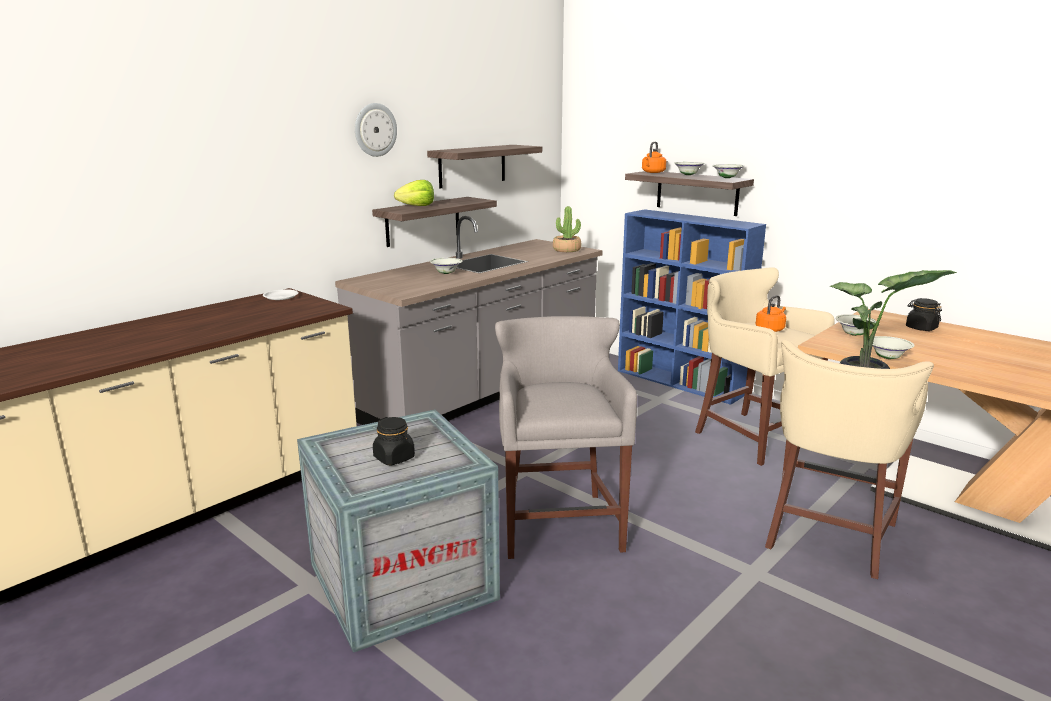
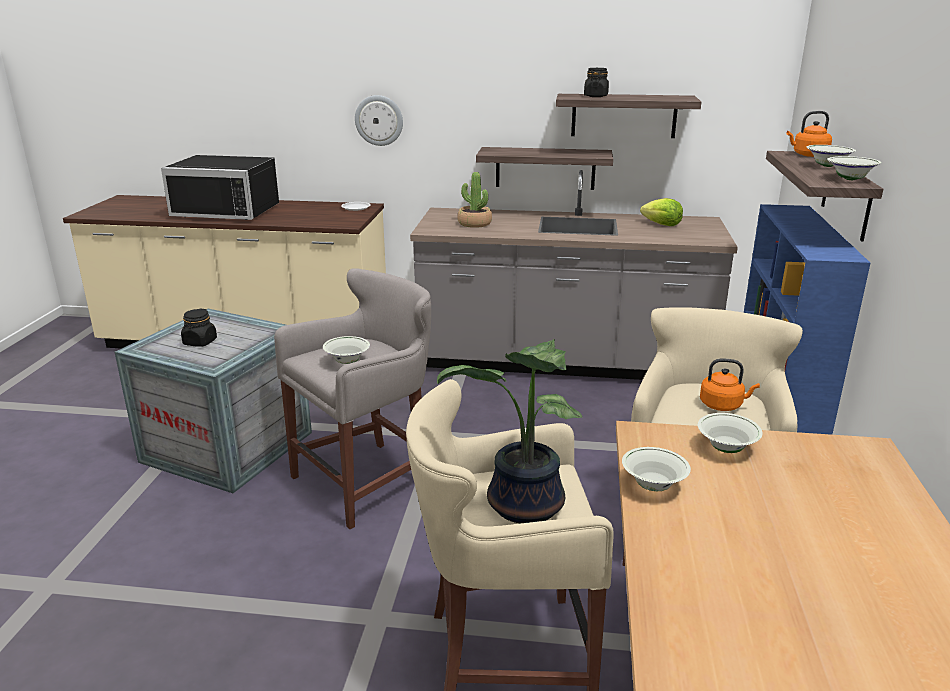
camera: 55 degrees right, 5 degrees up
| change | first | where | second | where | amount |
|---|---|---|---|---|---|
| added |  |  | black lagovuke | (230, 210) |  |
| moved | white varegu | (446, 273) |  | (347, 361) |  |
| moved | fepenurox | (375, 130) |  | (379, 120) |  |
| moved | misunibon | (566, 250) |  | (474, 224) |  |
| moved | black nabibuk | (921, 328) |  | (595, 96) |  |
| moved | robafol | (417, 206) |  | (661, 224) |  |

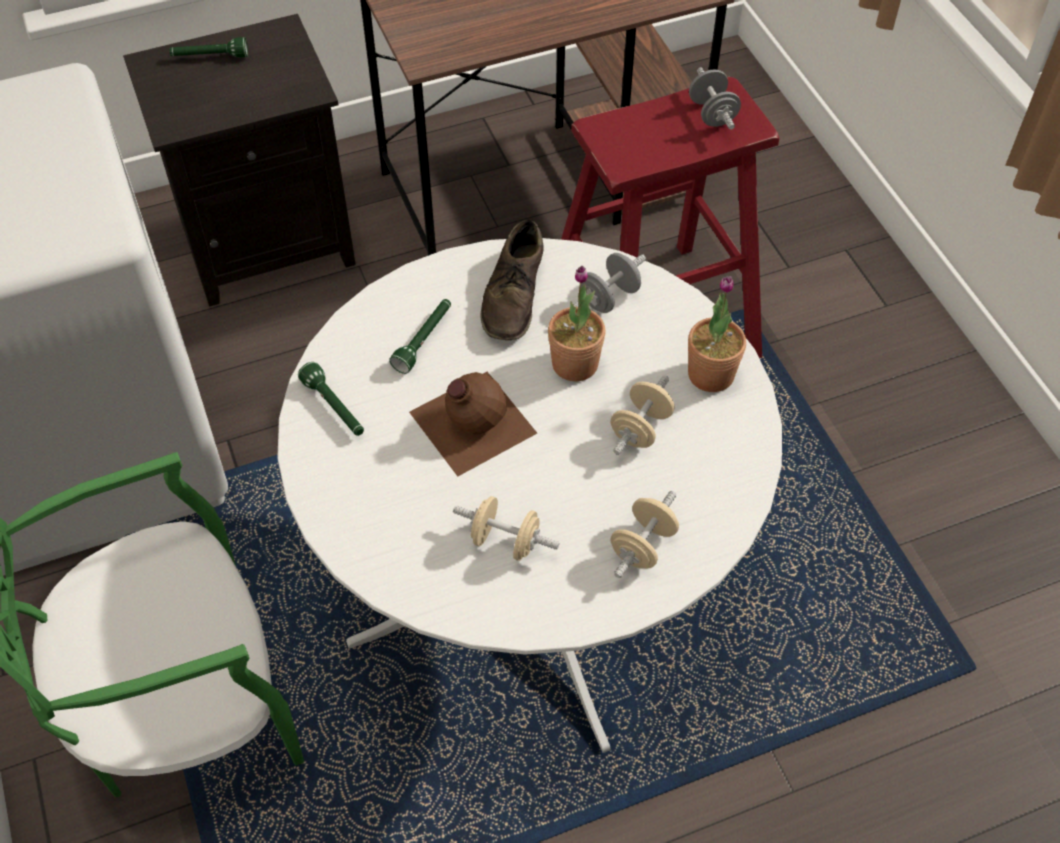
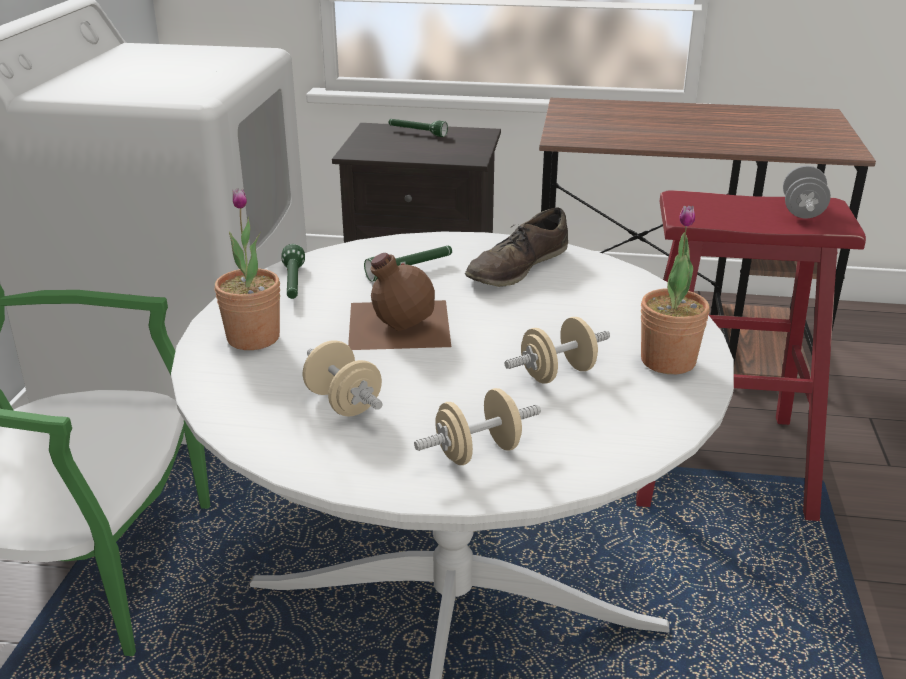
camera: 30 degrees right, 25 degrees down
| change | first | where | second | where | amount |
|---|---|---|---|---|---|
| moved | misunibon | (575, 364) |  | (253, 338) |  |
| removed | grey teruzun | (609, 297) |  |  |  |

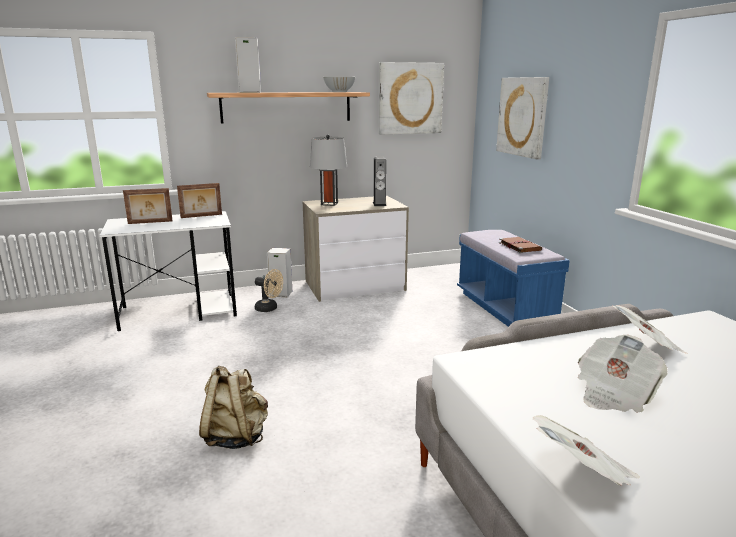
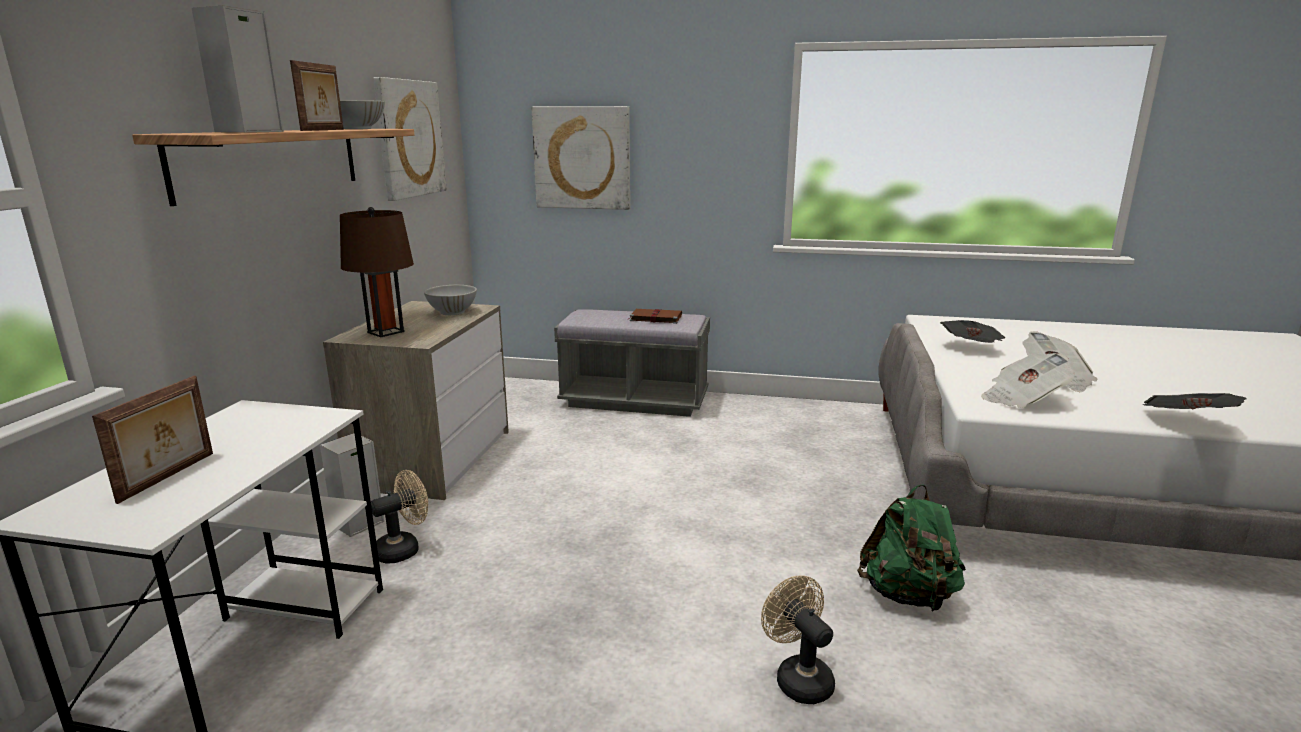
camera: 60 degrees left, 0 degrees up
| change | first | where | second | where | amount |
|---|---|---|---|---|---|
| moved | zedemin | (201, 216) |  | (324, 130) |  |
| recoloured | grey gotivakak | (329, 204) | brown gotivakak | (386, 332) |  |
| replaced | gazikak | (379, 204) | white varegu | (452, 312) |  |
| recoloured | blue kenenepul | (505, 307) | grey kenenepul | (634, 401) |  |
| replaced | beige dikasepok | (236, 437) | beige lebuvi | (798, 677) |  |
| added |  |  | green dikasepok | (908, 595) |  |
| added |  |  | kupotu | (1022, 399) |  |

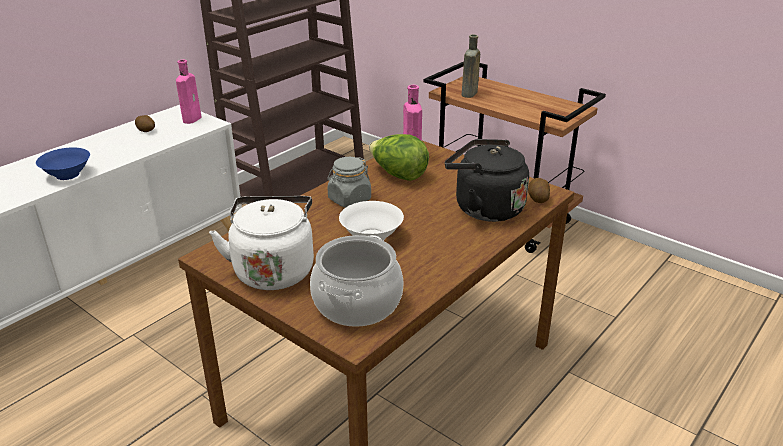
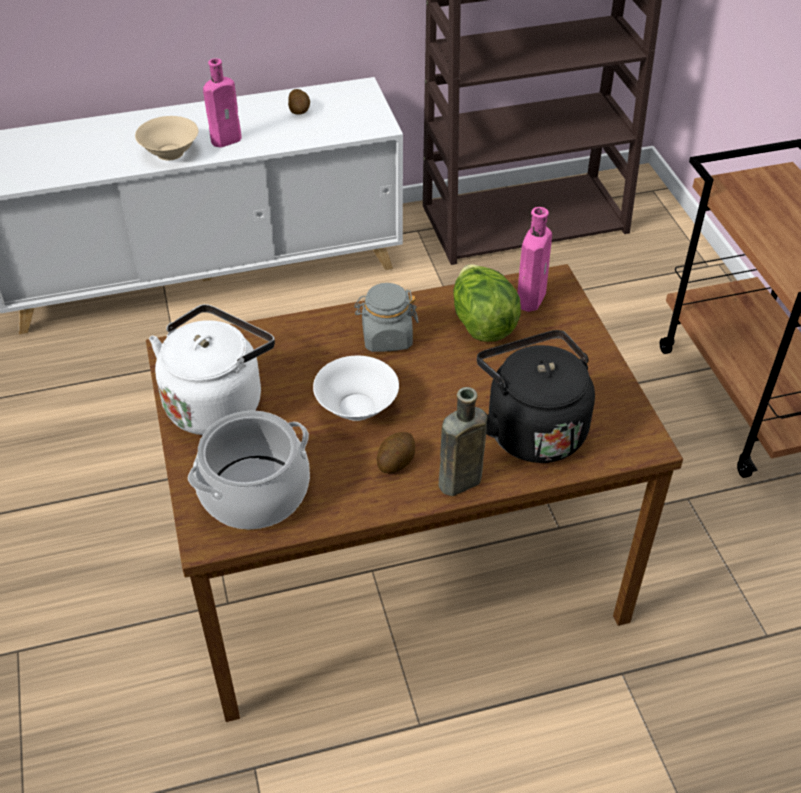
camera: 35 degrees right, 15 degrees up
| change | first | where | second | where | amount |
|---|---|---|---|---|---|
| recoloured | blue varegu | (67, 175) | beige varegu | (169, 152) |  |
| moved | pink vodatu | (193, 119) |  | (228, 139) |  |
| moved | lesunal | (538, 198) |  | (396, 461) |  |
| moved | brown vodatu | (469, 94) |  | (457, 483) |  |

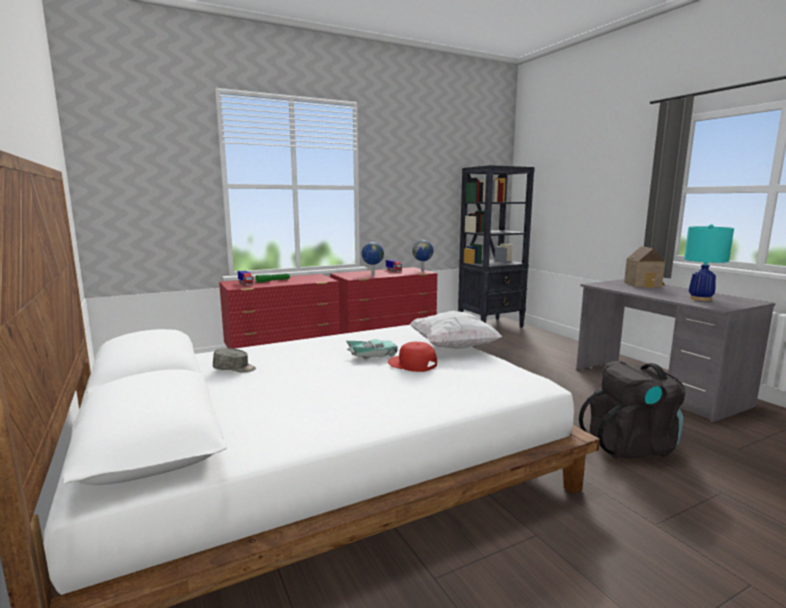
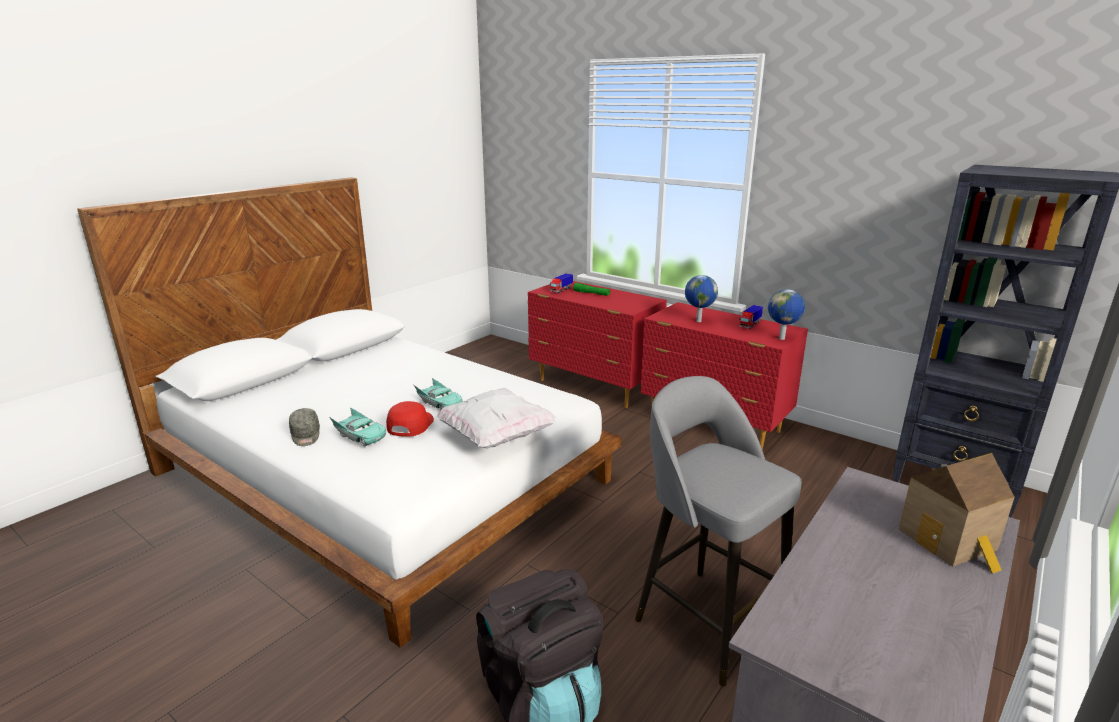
camera: 65 degrees right, 10 degrees up
| change | first | where | second | where | amount |
|---|---|---|---|---|---|
| moved | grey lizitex | (234, 369) |  | (305, 435) |  |
| added |  |  | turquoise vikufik | (360, 435) |  |
| added |  |  | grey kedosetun | (706, 620) |  |
| removed | turquoise gotivakak | (700, 299) |  |  |  |

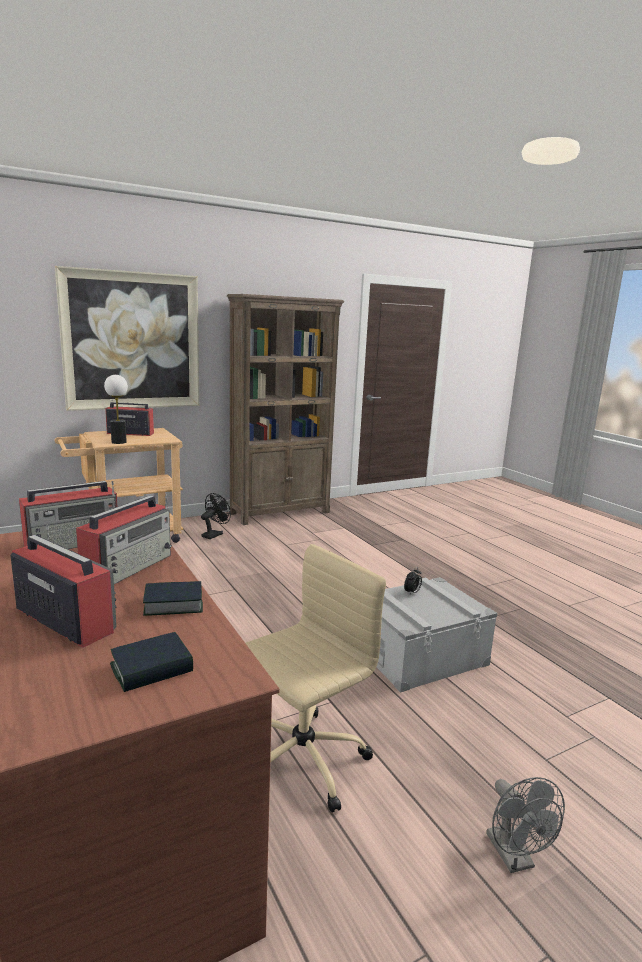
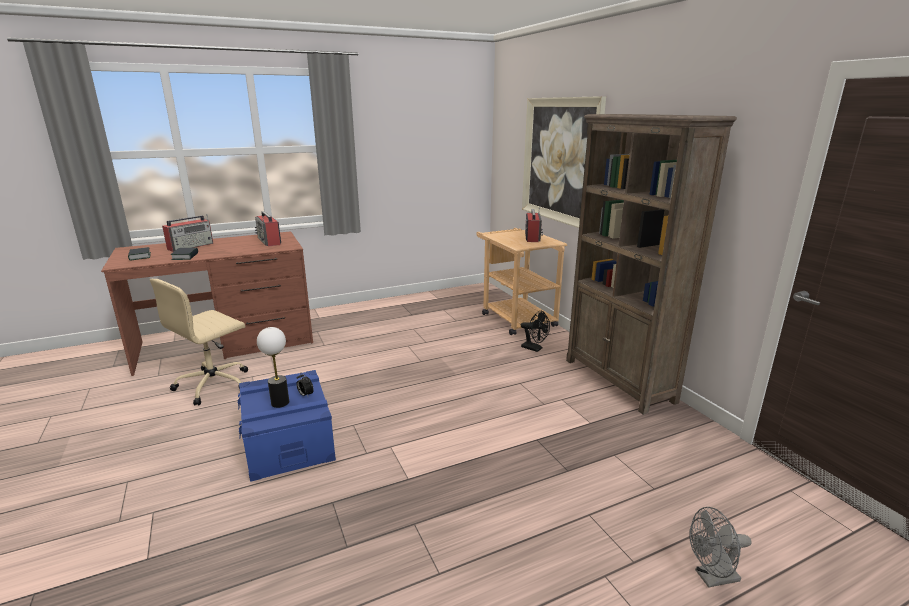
camera: 95 degrees right, 5 degrees up
| change | first | where | second | where | amount |
|---|---|---|---|---|---|
| turned | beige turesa | (300, 759) |  | (215, 384) | 75 degrees clockwise |
| recoloured | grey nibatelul | (419, 654) | blue nibatelul | (289, 441) |  |
| moved | gotivakak | (119, 442) |  | (280, 403) |  |
| moved | grey lebuvi | (514, 858) |  | (711, 578) |  |
| removed | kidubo | (129, 567) |  |  |  |

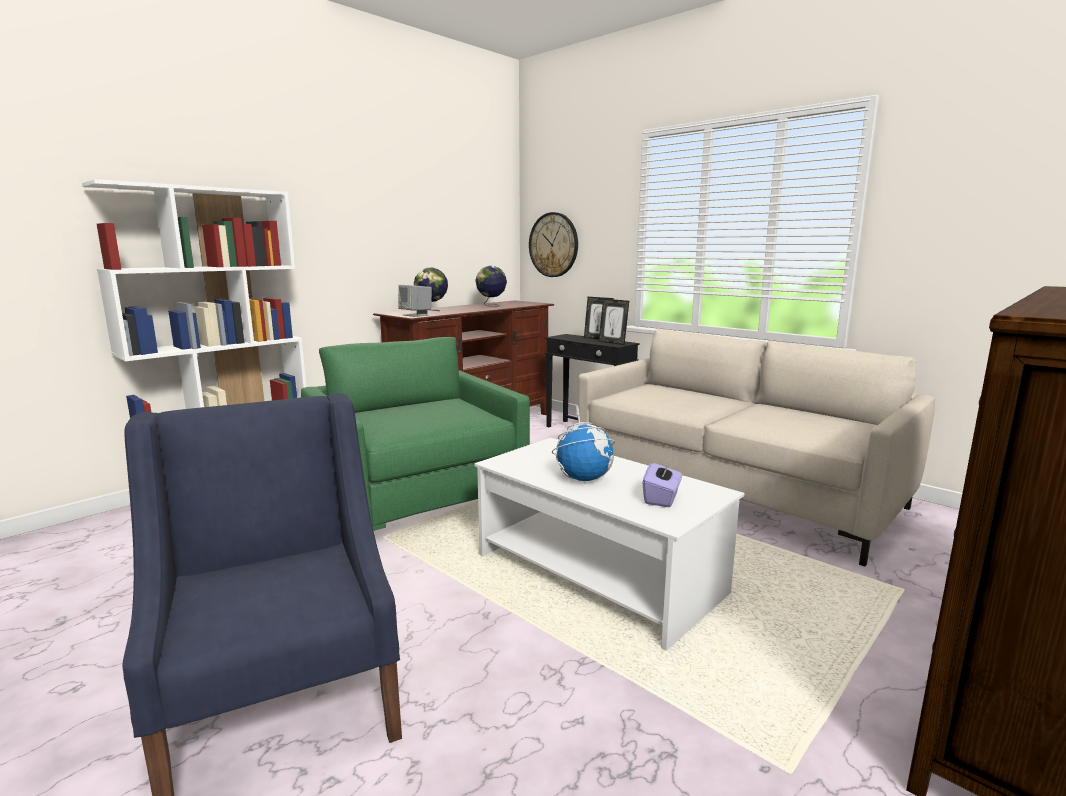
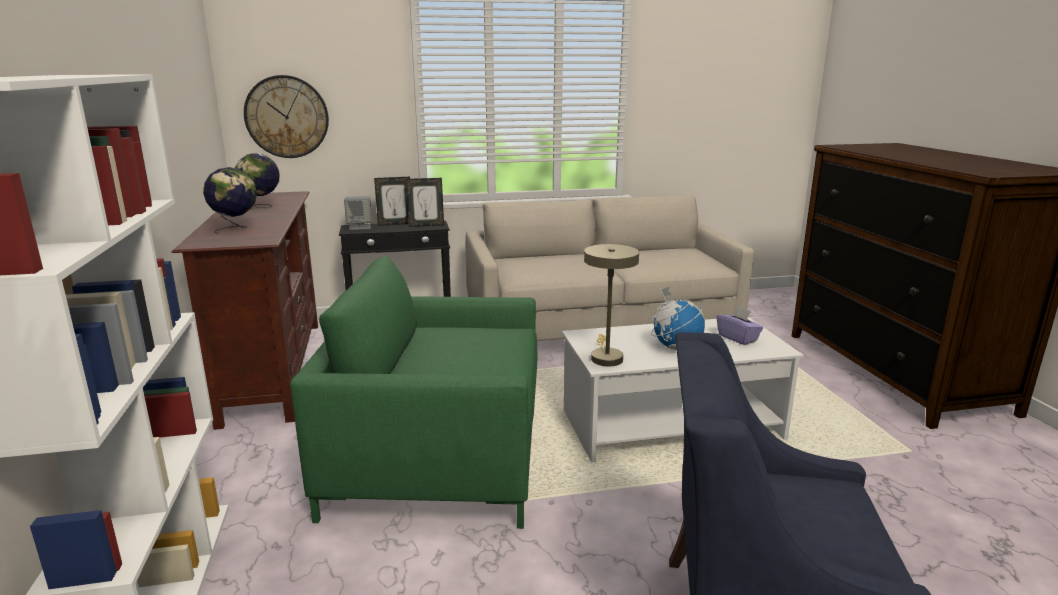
camera: 55 degrees left, 5 degrees up
| change | first | where | second | where | amount |
|---|---|---|---|---|---|
| moved | grey gazikak | (416, 315) |  | (360, 227) |  |
| added |  |  | beige gotivakak | (605, 357) |  |

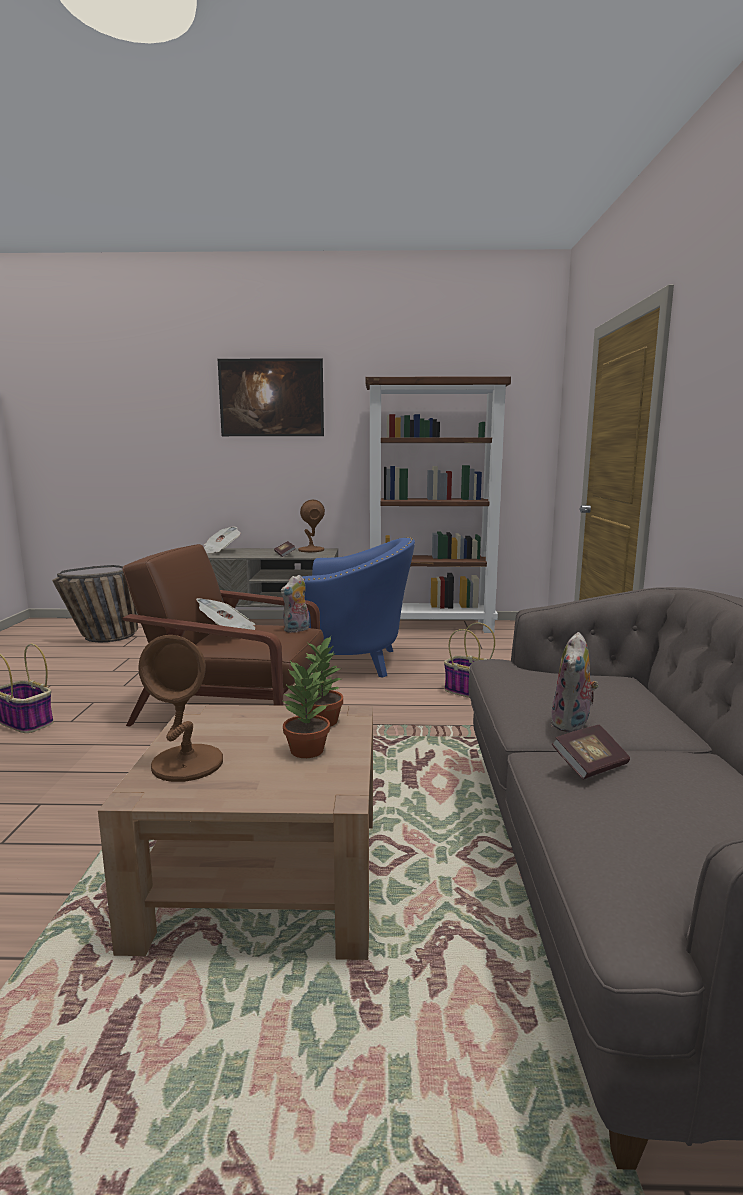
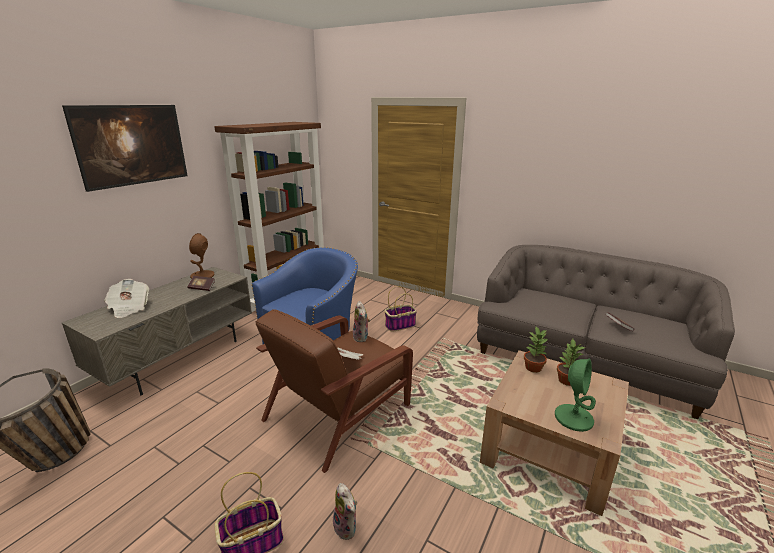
camera: 60 degrees left, 10 degrees up
| change | first | where | second | where | amount |
|---|---|---|---|---|---|
| moved | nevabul | (572, 725) |  | (347, 527) |  |
| recoloured | brown gotivakak | (188, 764) | green gotivakak | (573, 418) |  |

